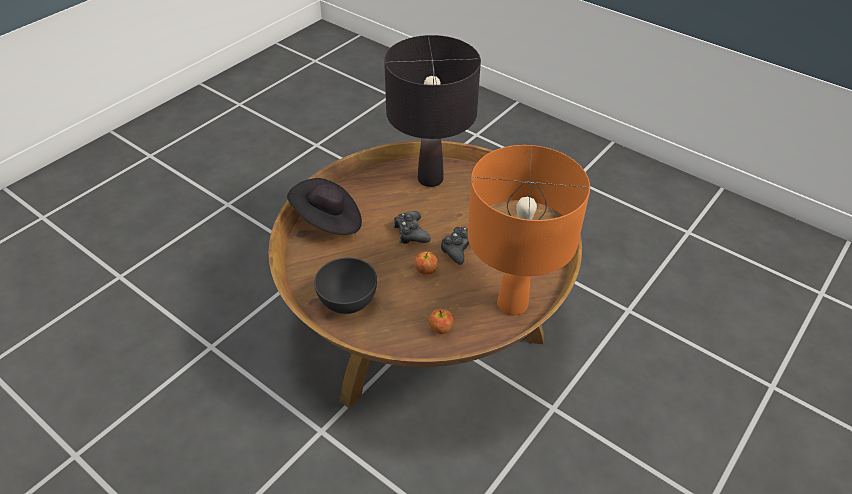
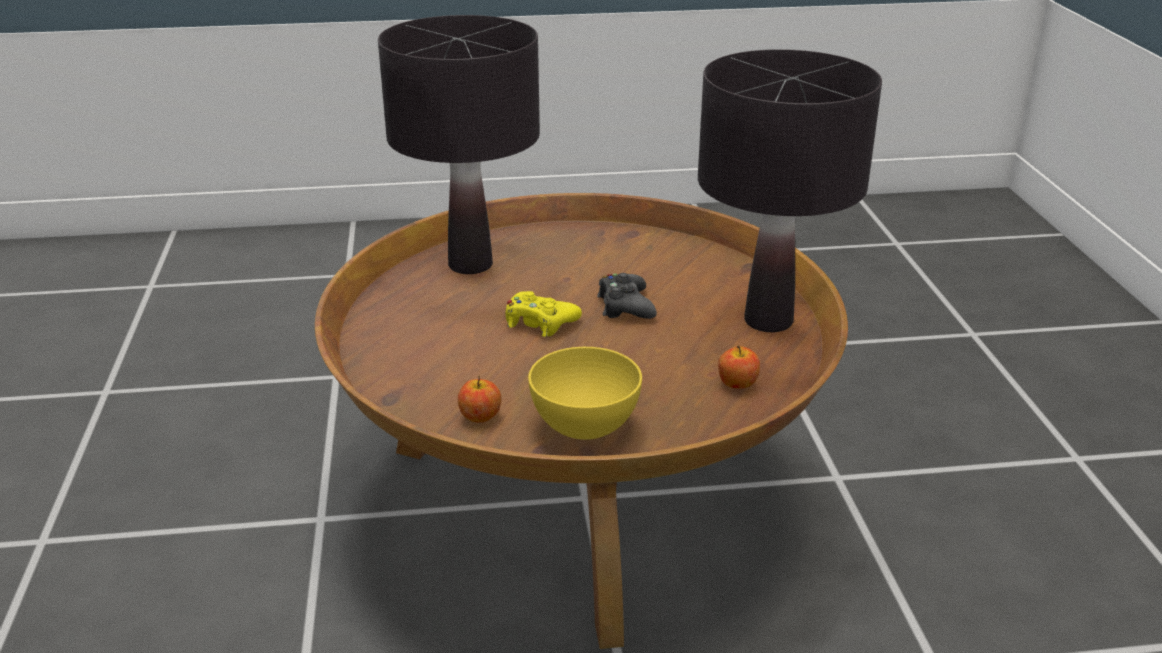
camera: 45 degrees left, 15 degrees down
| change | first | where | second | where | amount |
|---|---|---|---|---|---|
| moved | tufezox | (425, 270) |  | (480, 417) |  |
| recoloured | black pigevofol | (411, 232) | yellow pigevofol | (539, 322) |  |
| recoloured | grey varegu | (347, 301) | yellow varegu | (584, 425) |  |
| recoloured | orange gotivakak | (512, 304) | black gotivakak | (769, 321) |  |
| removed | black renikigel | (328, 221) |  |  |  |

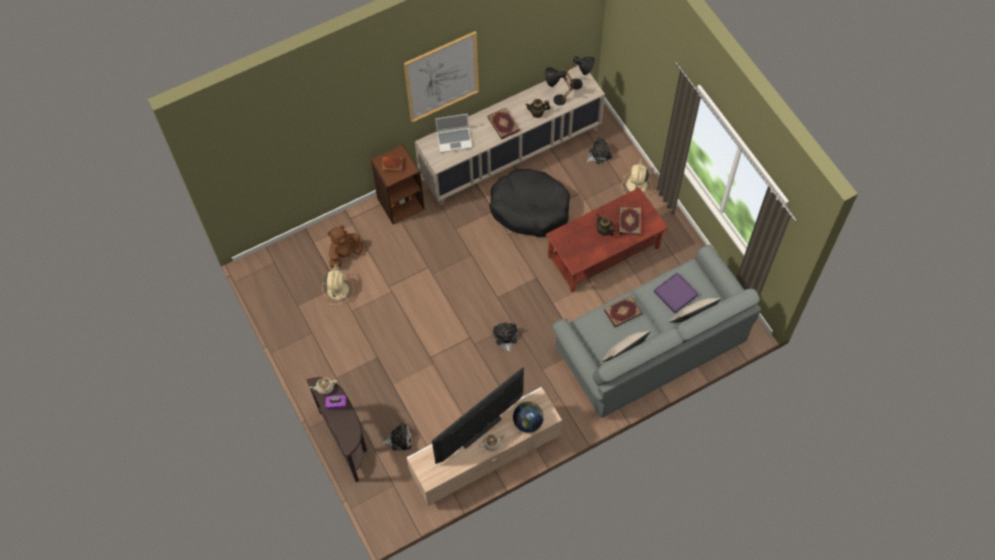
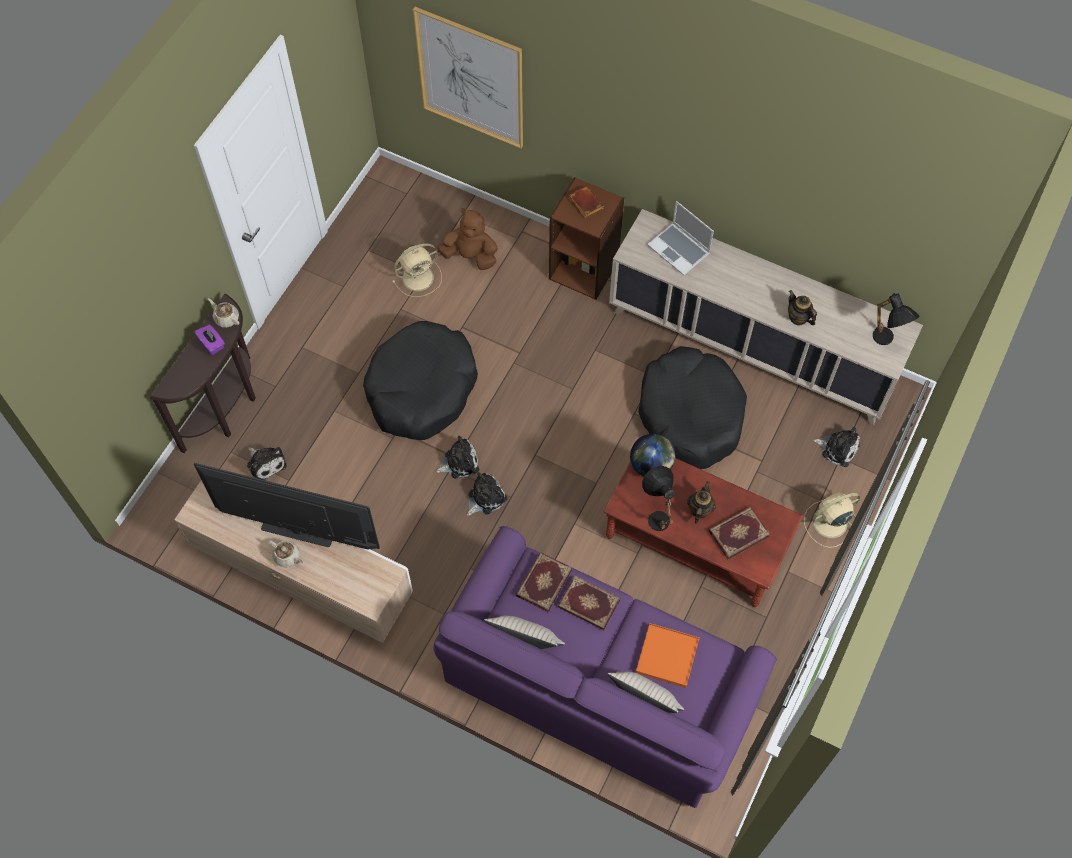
camera: 55 degrees right, 0 degrees up
| change | first | where | second | where | amount |
|---|---|---|---|---|---|
| added |  |  | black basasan | (421, 389) |  |
| moved | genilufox | (442, 76) |  | (471, 78) |  |
| recoloured | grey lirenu | (650, 346) | purple lirenu | (598, 683) |  |
| added |  |  | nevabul | (459, 462) |  |
| moved | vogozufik | (503, 124) |  | (543, 582) |  |
| moved | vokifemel | (528, 422) |  | (651, 466) |  |
| recoloured | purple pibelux | (675, 293) | orange pibelux | (667, 656) |  |
| moved | black gotivakak | (555, 98) |  | (656, 513) |  |

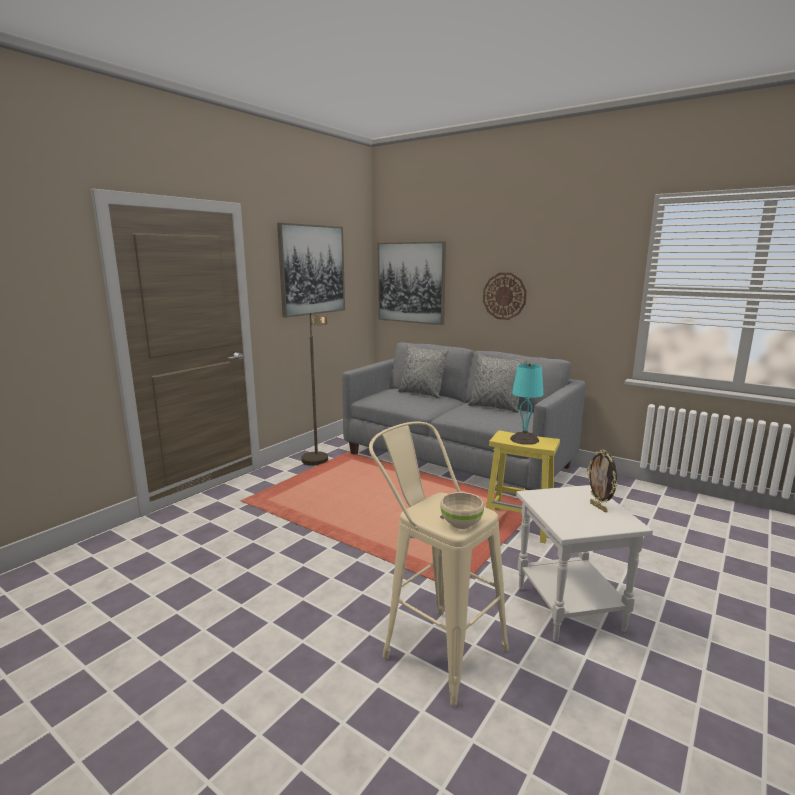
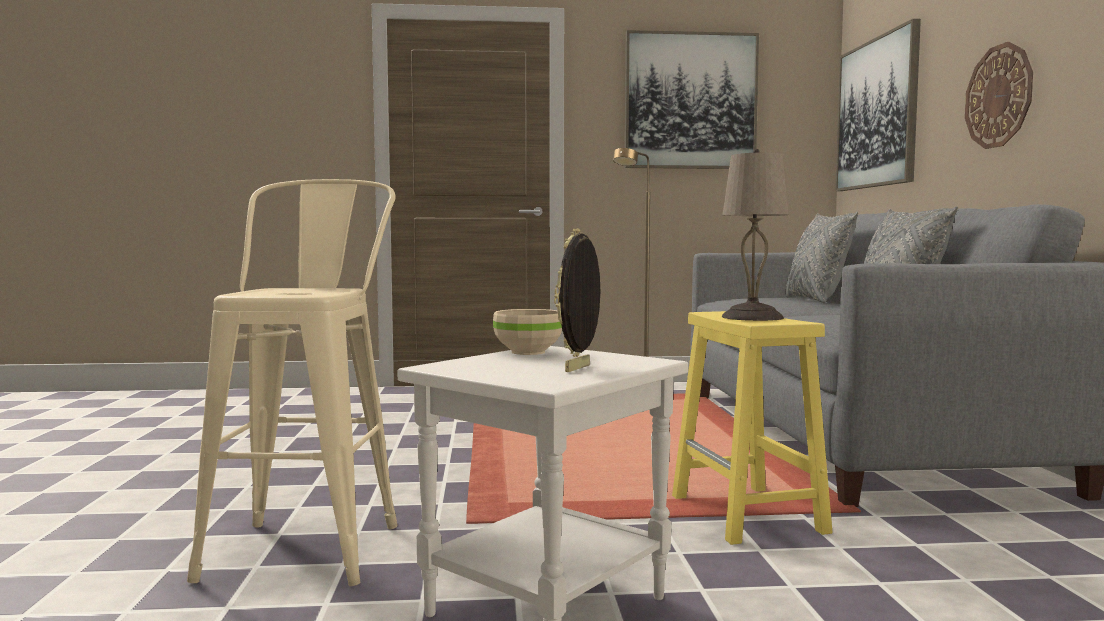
camera: 50 degrees right, 10 degrees down
| change | first | where | second | where | amount |
|---|---|---|---|---|---|
| moved | beige varegu | (460, 523) |  | (527, 352) |  |
| recoloured | turquoise gotivakak | (524, 439) | beige gotivakak | (753, 317) |  |

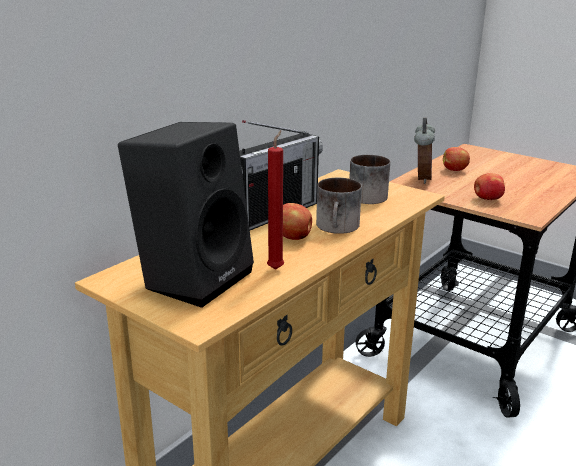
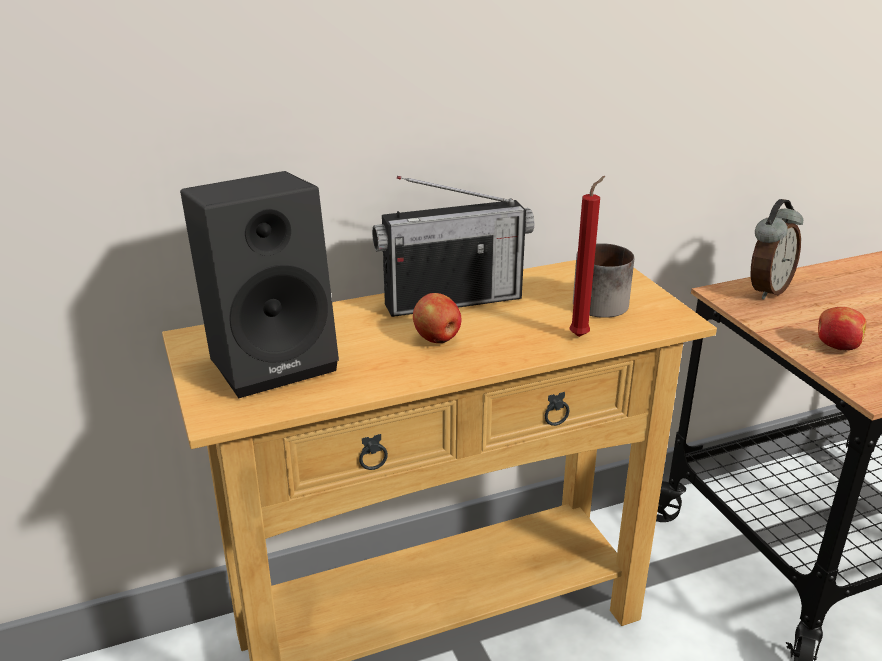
camera: 30 degrees right, 5 degrees up
| change | first | where | second | where | amount |
|---|---|---|---|---|---|
| moved | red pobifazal | (276, 268) |  | (581, 335) |  |
| removed | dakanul | (339, 227) |  |  |  |
| removed | tufezox | (454, 170) |  |  |  |

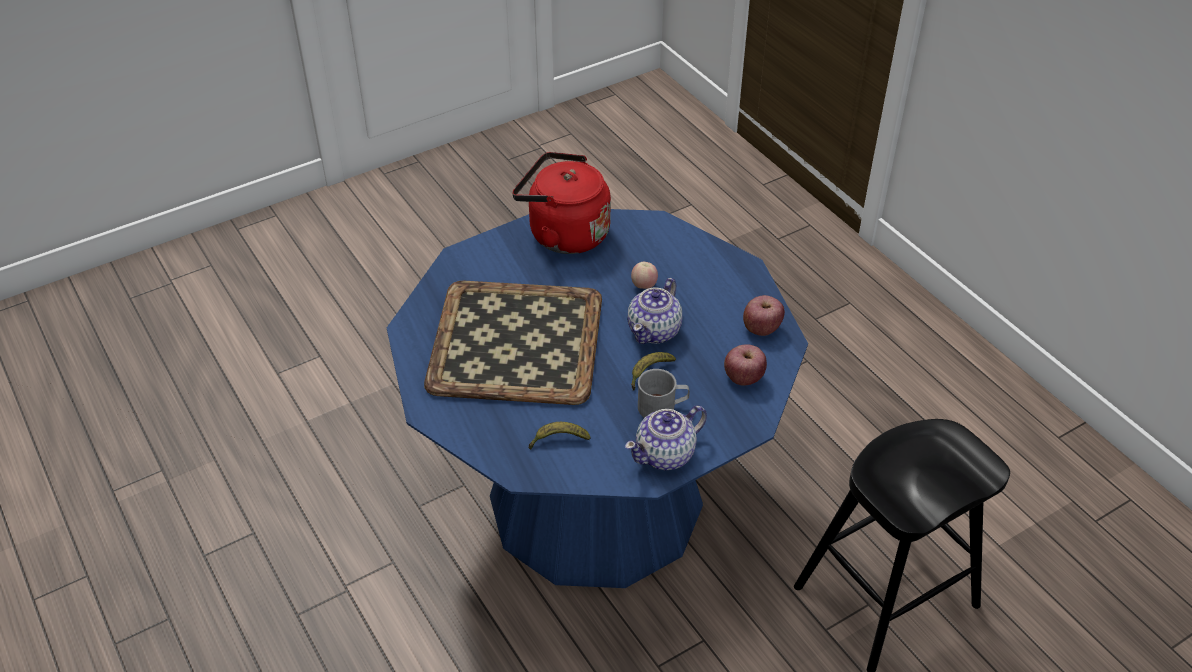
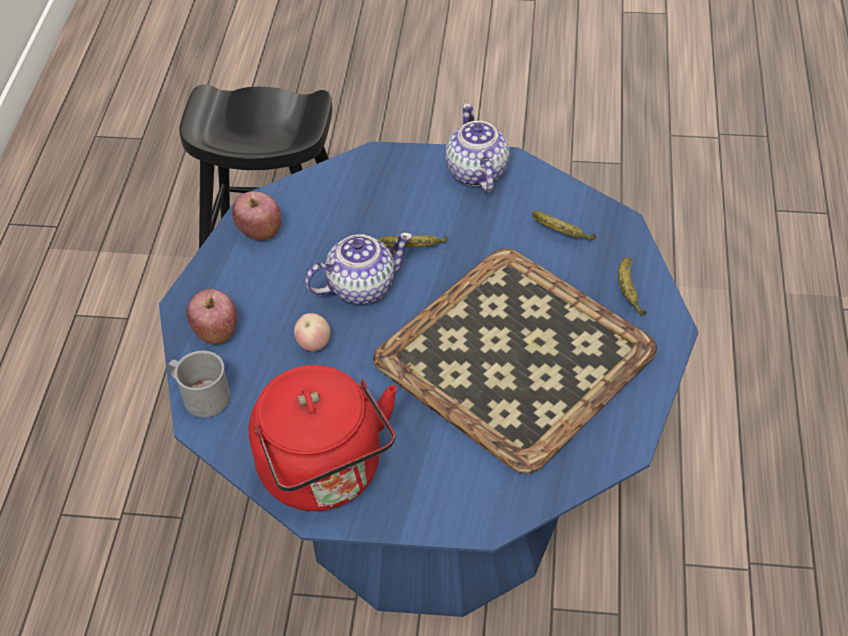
camera: 140 degrees left, 5 degrees up
| change | first | where | second | where | amount |
|---|---|---|---|---|---|
| moved | grey dakanul | (662, 407) |  | (200, 395) |  |
| moved | tufezox | (743, 378) |  | (216, 332) |  |
| turned | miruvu | (666, 454) |  | (476, 172) | 105 degrees counterclockwise |
| added |  |  | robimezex | (628, 290) |  |

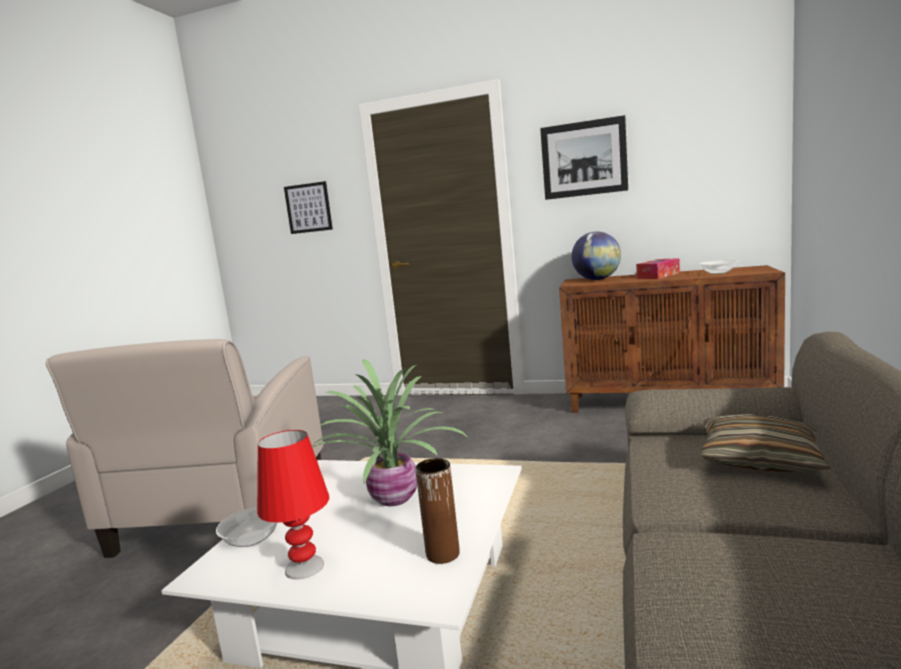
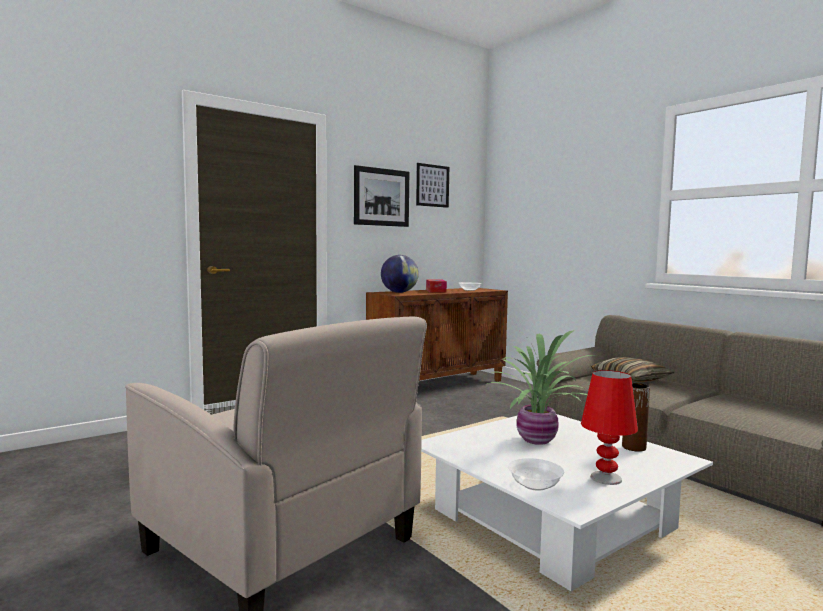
camera: 55 degrees left, 5 degrees down
| change | first | where | second | where | amount |
|---|---|---|---|---|---|
| moved | genilufox | (308, 208) |  | (432, 185) |  |

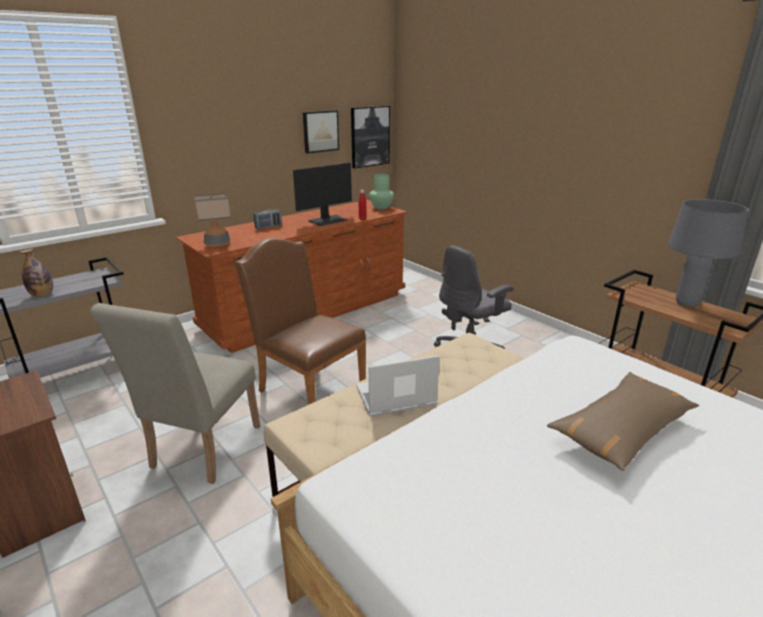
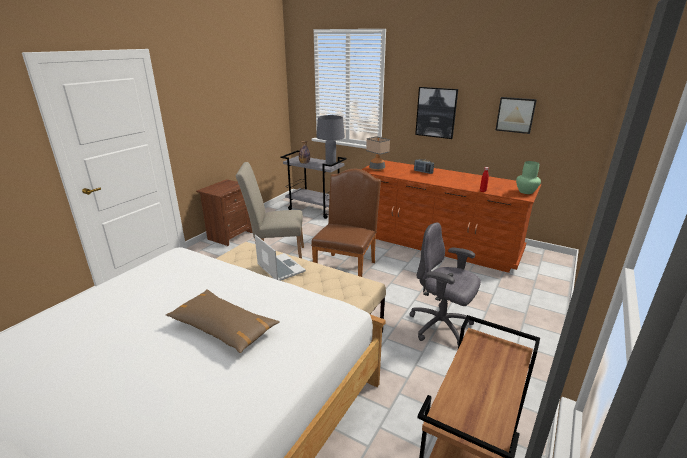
camera: 70 degrees right, 0 degrees up
| change | first | where | second | where | amount |
|---|---|---|---|---|---|
| moved | grey gotivakak | (686, 303) |  | (330, 163) |  |
| moved | genilufox | (369, 136) |  | (436, 112) |  |
| removed | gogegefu | (328, 220) |  |  |  |

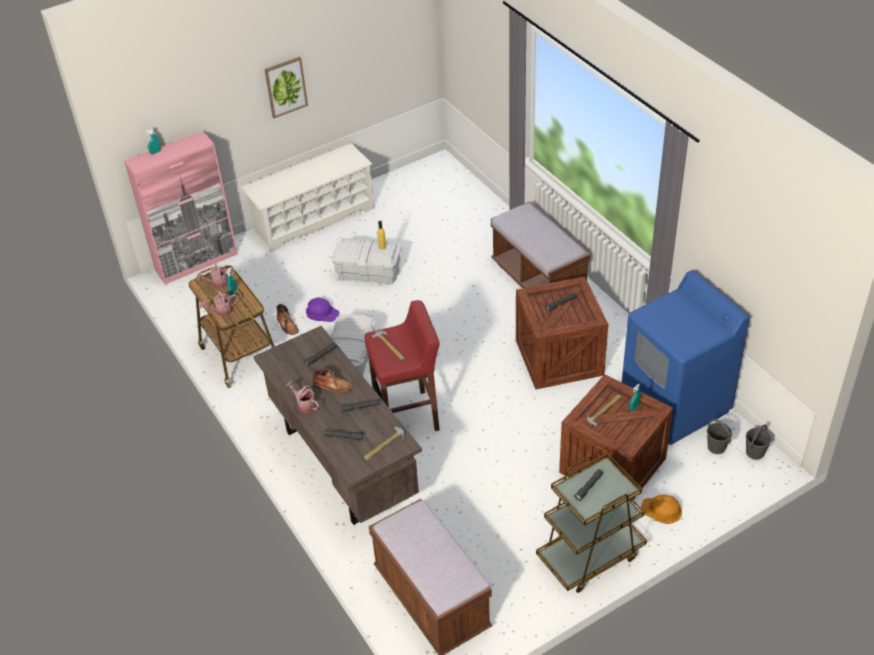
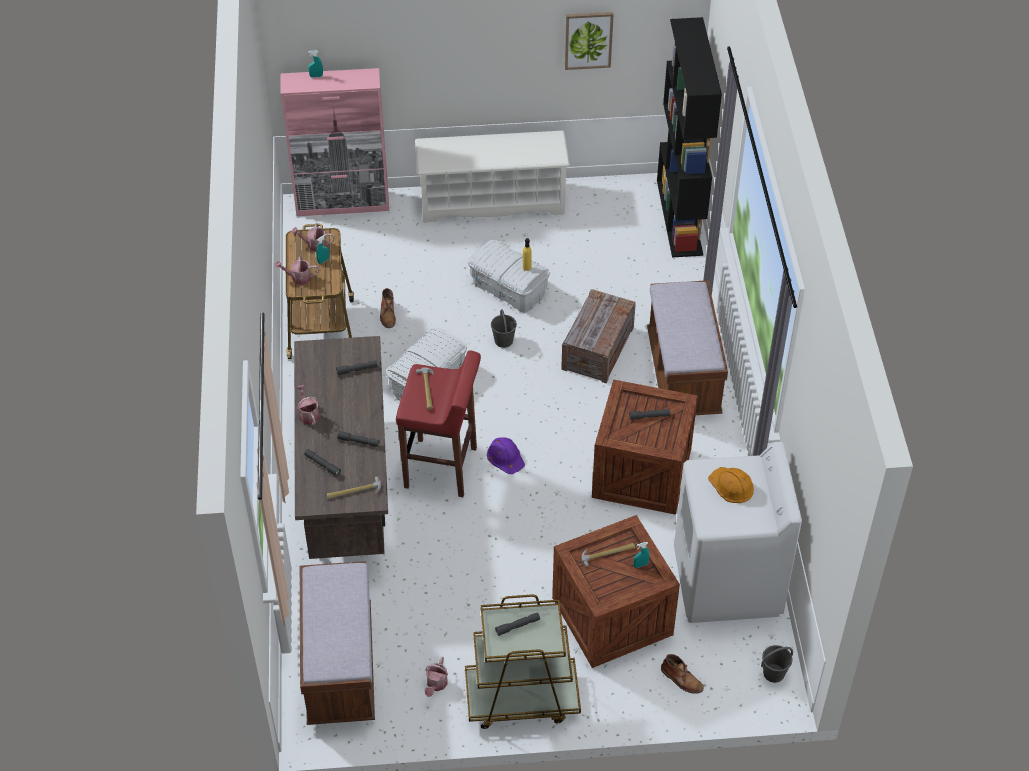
camera: 25 degrees right, 5 degrees up
| change | first | where | second | where | amount |
|---|---|---|---|---|---|
| added |  |  | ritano | (436, 685) |  |
| moved | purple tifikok | (322, 312) |  | (505, 457) |  |
| moved | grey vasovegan | (716, 447) |  | (503, 340) |  |
| added |  |  | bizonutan | (597, 349) |  |
| moved | genilufox | (285, 87) |  | (588, 40) |  |
| added |  |  | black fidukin | (680, 217) |  |
| moved | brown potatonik | (333, 386) |  | (682, 679) |  |
| recoloured | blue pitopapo | (675, 405) | white pitopapo | (727, 582) |  |
| moved | orange tifikok | (661, 510) |  | (731, 485) |  |

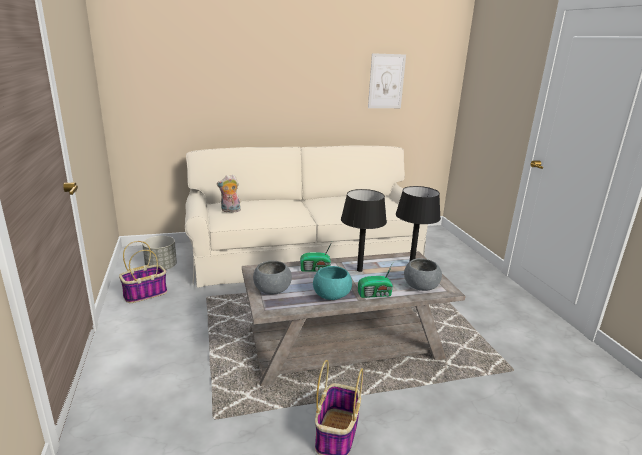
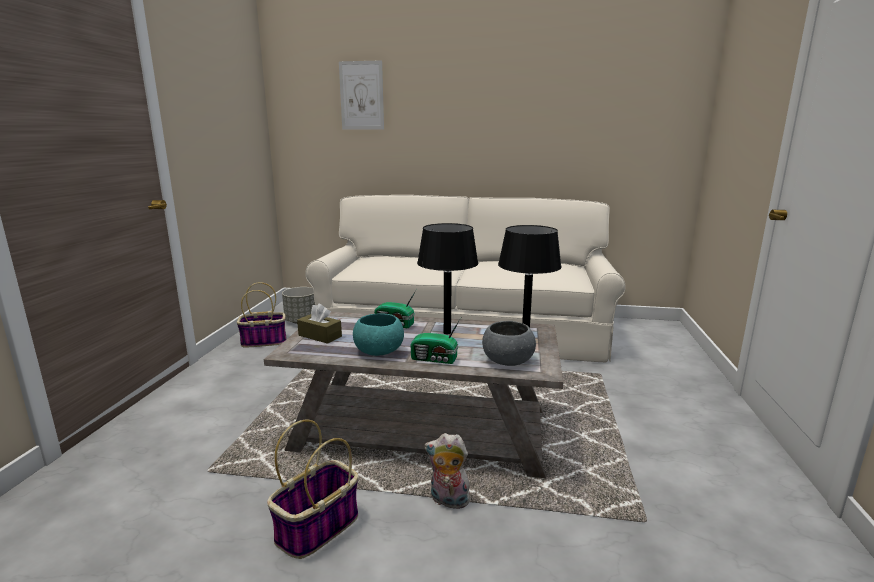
camera: 25 degrees right, 5 degrees down
| change | first | where | second | where | amount |
|---|---|---|---|---|---|
| replaced | grey varegu | (272, 290) | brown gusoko | (320, 336) |  |
| moved | genilufox | (386, 81) |  | (361, 95) |  |
| moved | nevabul | (230, 211) |  | (448, 501) |  |

